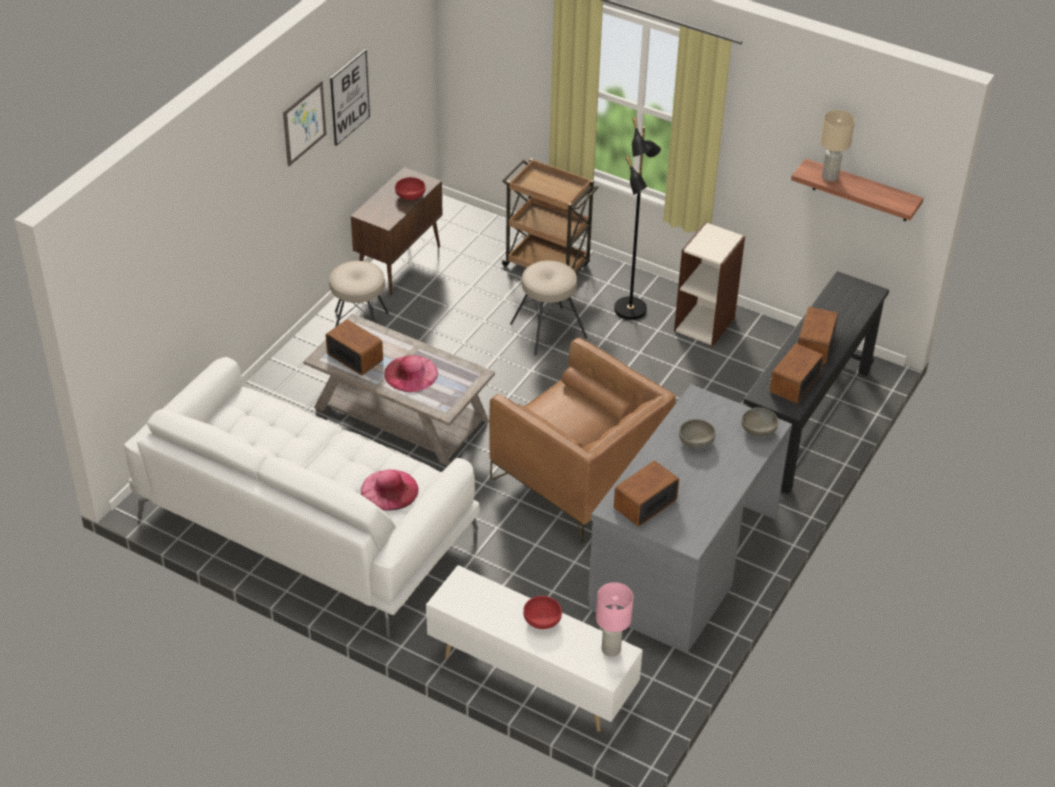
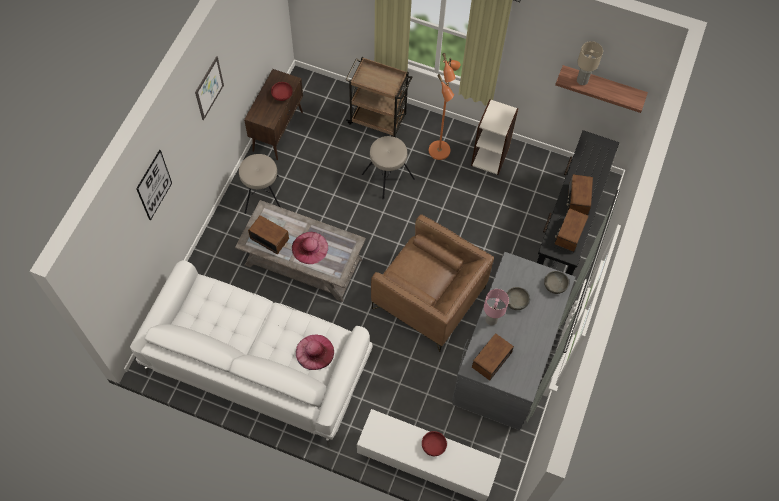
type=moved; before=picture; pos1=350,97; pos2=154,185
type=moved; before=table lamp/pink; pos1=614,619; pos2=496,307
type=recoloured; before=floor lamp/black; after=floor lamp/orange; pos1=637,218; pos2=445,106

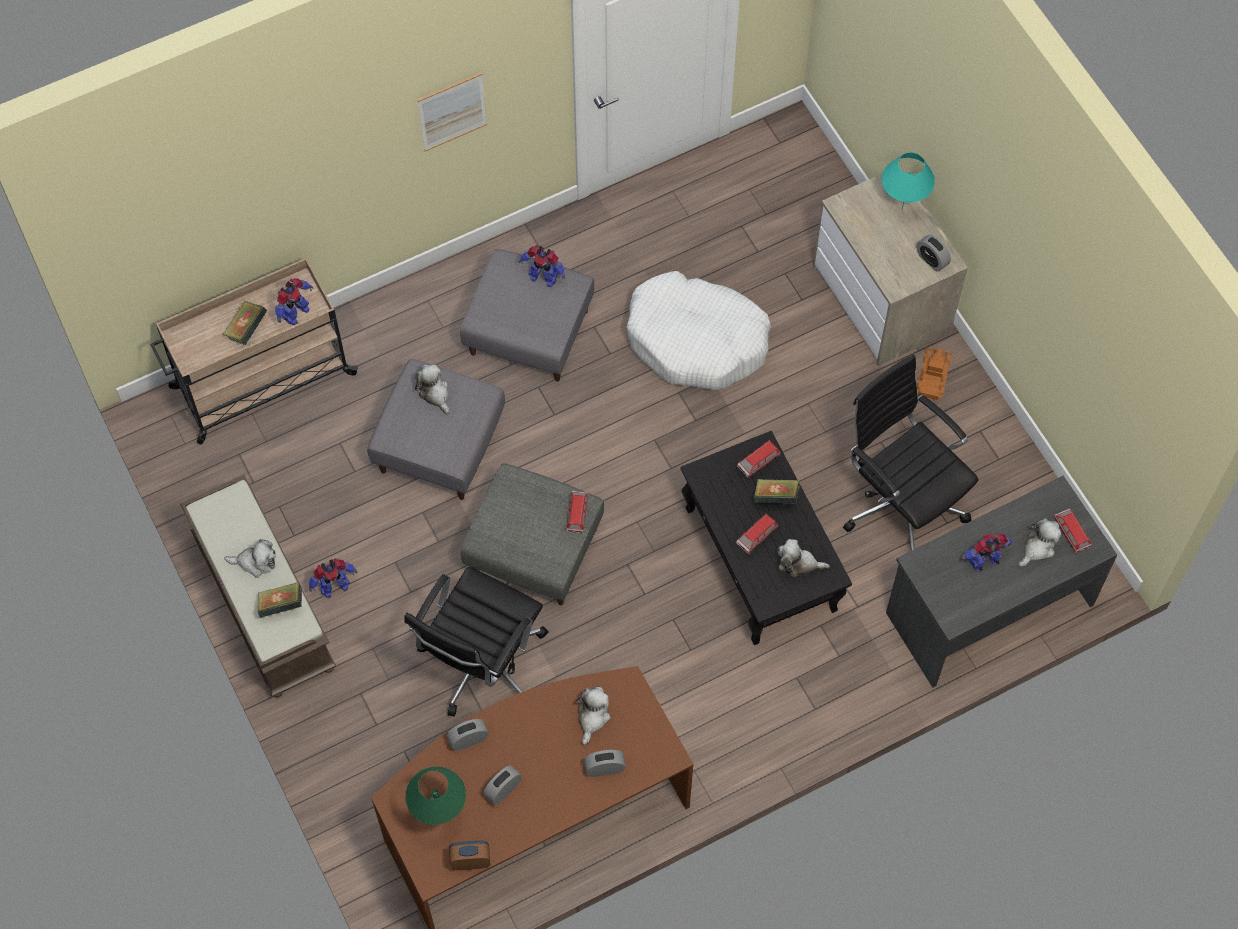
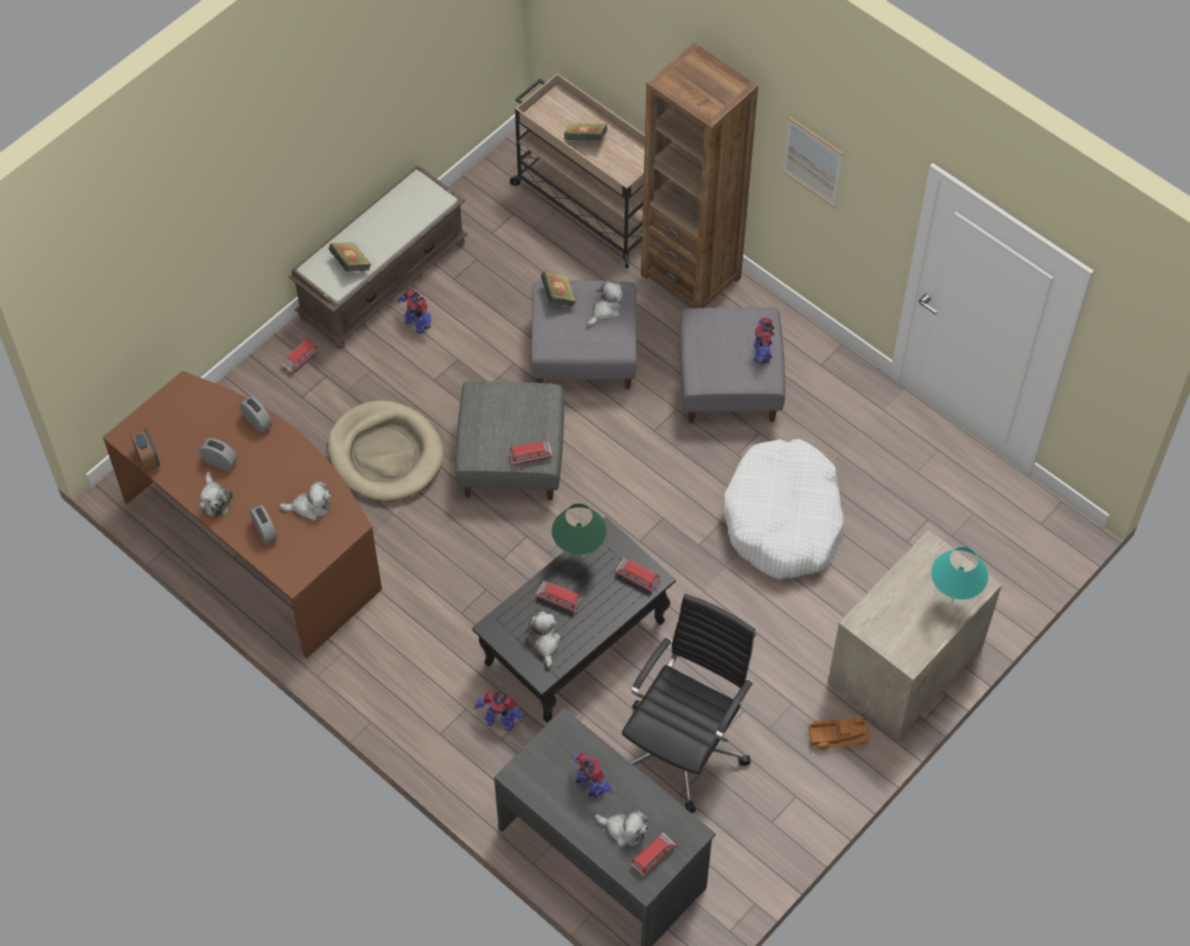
type=moved; before=plush toy; pos1=250,558; pos2=216,494
type=moved; before=toy robot; pos1=294,301; pos2=499,711
type=replaced; before=office chair/black; after=dog bed/beige; pos1=476,641; pos2=386,450
type=moved; before=table lamp/green; pos1=435,795; pos2=579,531
type=moved; before=book; pos1=777,491; pos2=558,289
type=removed; before=alarm clock; pos1=934,253
type=added; after=toy car; pos2=300,357
type=added; after=bookcase/brown; pos2=699,175

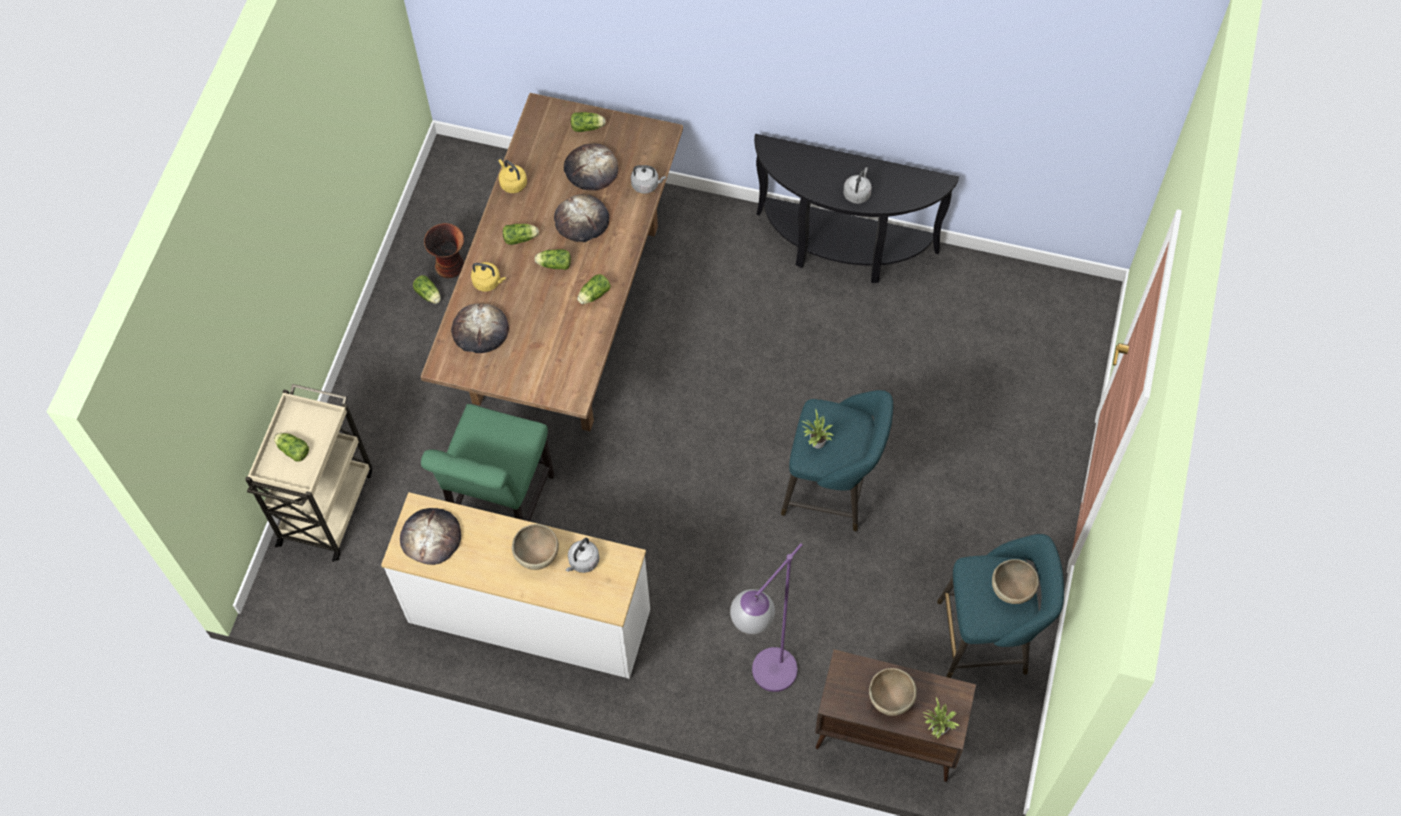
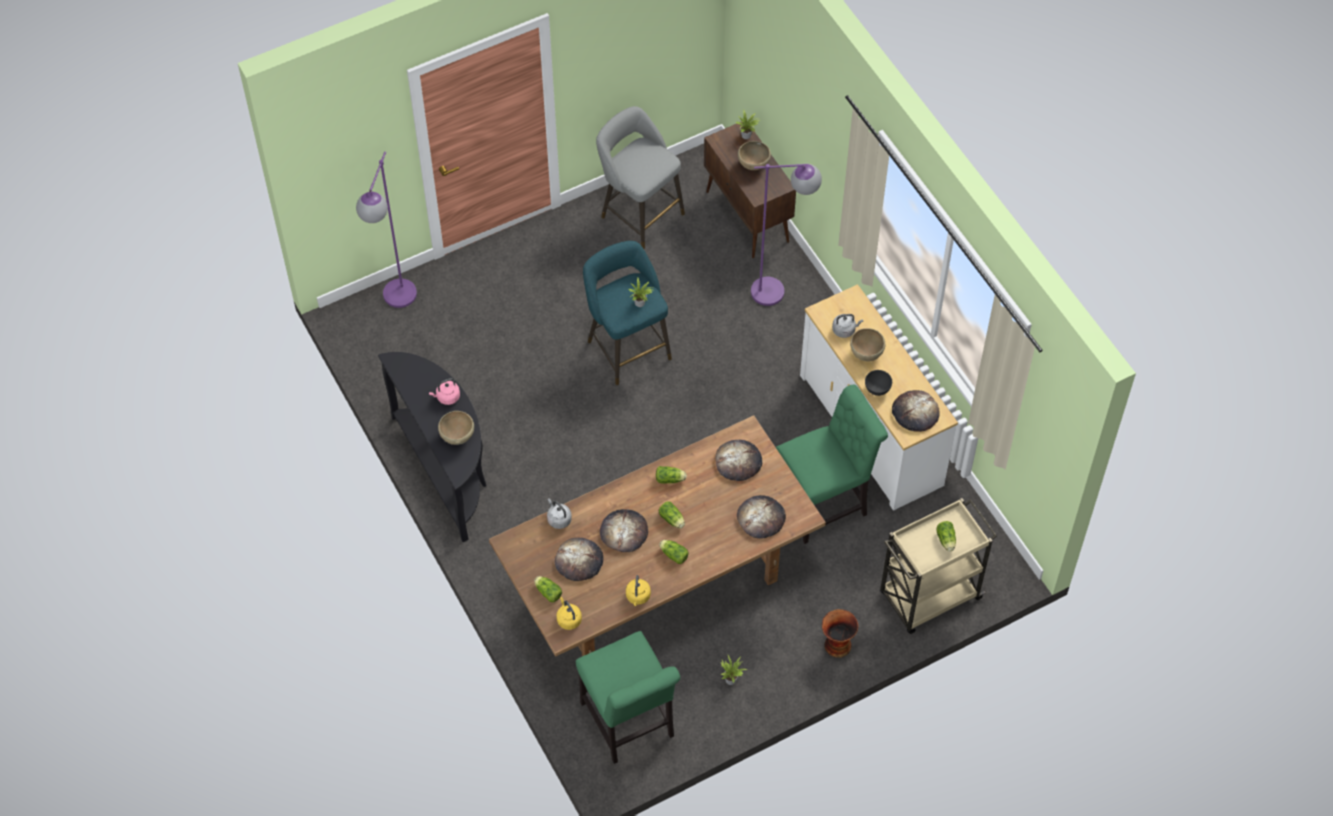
type=replaced; before=lettuce; after=potted plant; pos1=427,289; pos2=734,670
type=moved; before=vase; pos1=444,250; pos2=840,633
type=moved; before=kettle/yellow; pos1=488,277; pos2=569,613
type=recoloured; before=kettle/grey; after=kettle/pink; pos1=857,185; pos2=444,391
type=recoloured; before=stool/turquoise; after=stool/grey; pos1=1000,606; pos2=640,177
type=moved; before=bowl/brown; pos1=1015,581; pos2=456,428
type=added; after=floor lamp/purple; pos2=386,230
type=added; after=chair/green; pos2=628,697
type=added; after=bread; pos2=738,460
type=added; after=bowl/grey; pos2=878,383

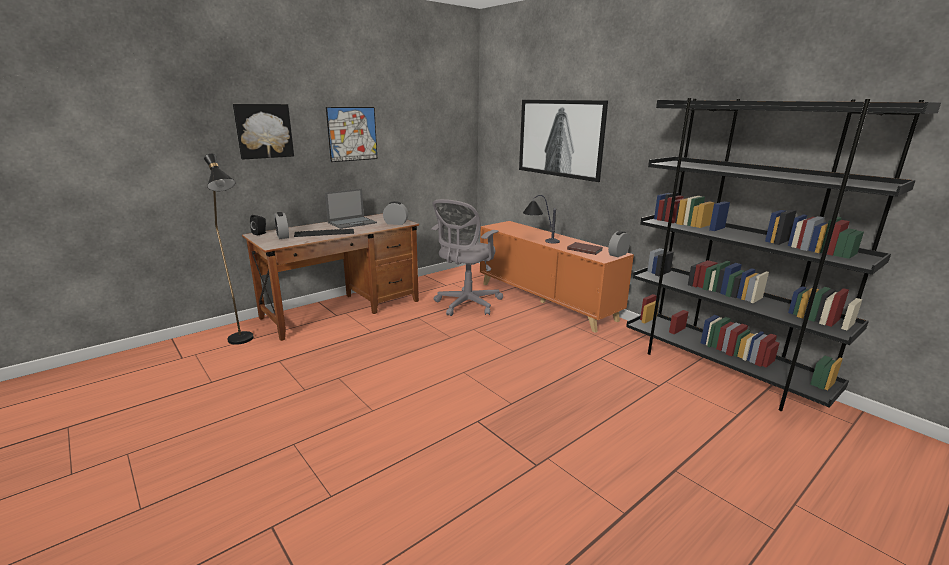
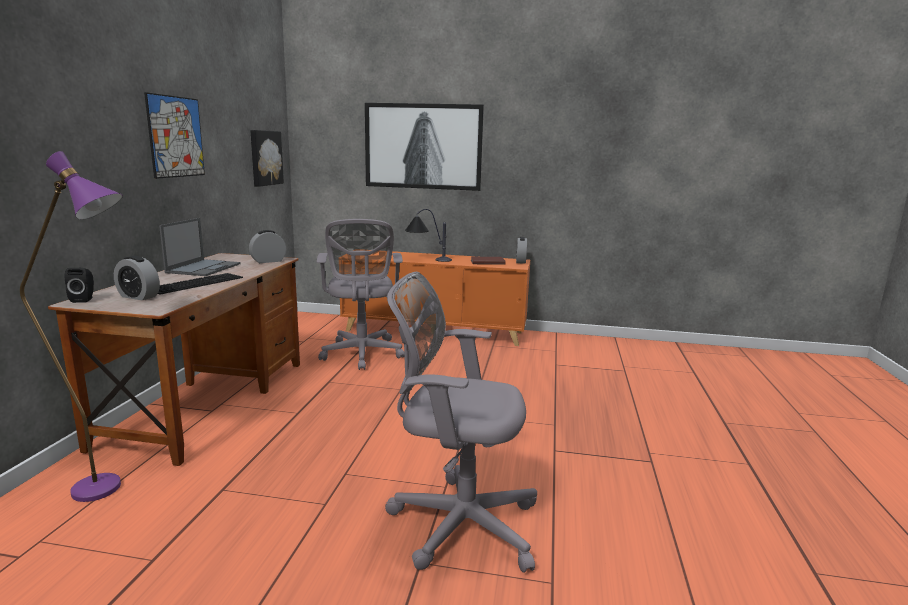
type=recoloured; before=floor lamp/black; after=floor lamp/purple; pos1=229,249; pos2=71,326
type=moved; before=picture; pos1=263,131; pos2=267,158
type=removed; before=bookcase/black; pos1=783,254
type=added; after=office chair/grey; pos2=461,422

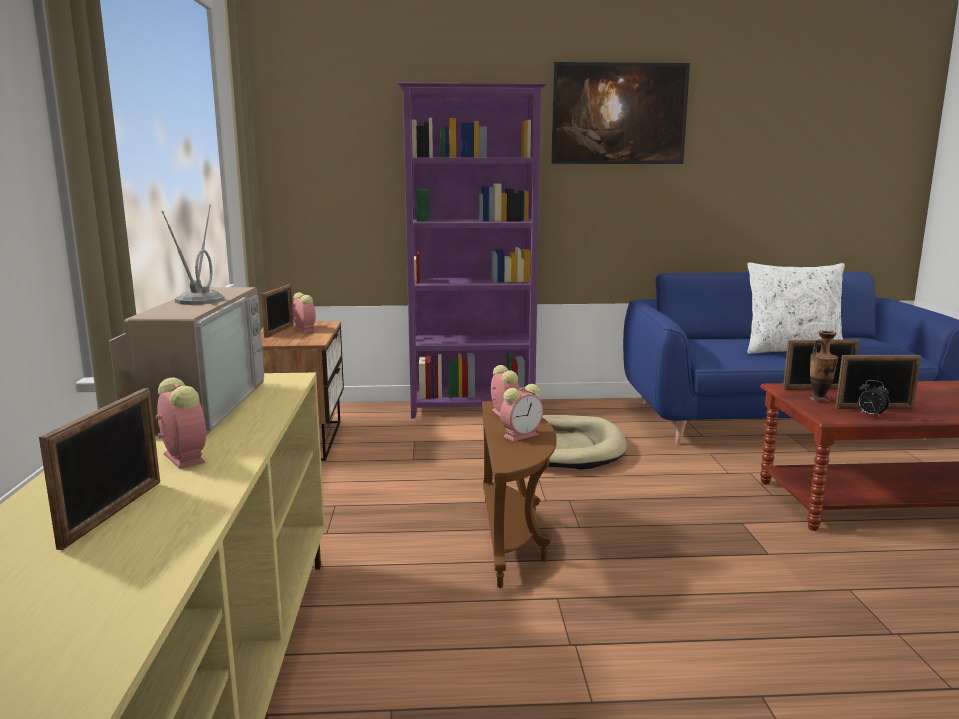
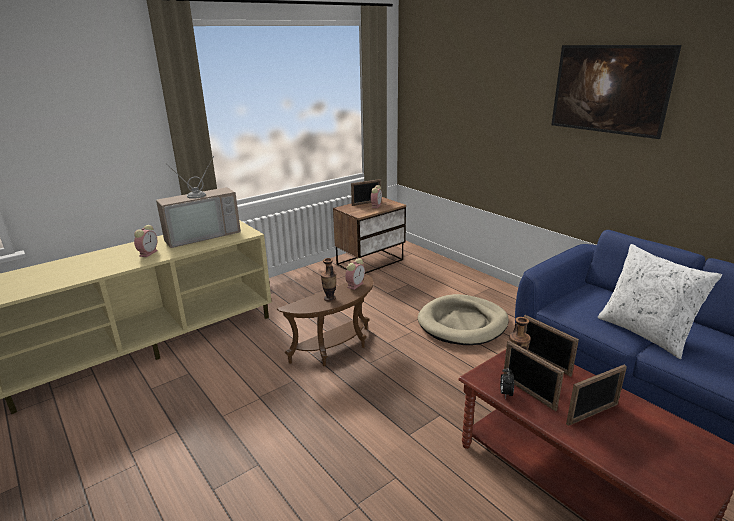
type=moved; before=picture frame; pos1=99,469; pos2=596,395
type=removed; before=bookcase/purple; pos1=472,251
type=replaced; before=alarm clock; after=vase; pos1=521,413; pos2=328,280

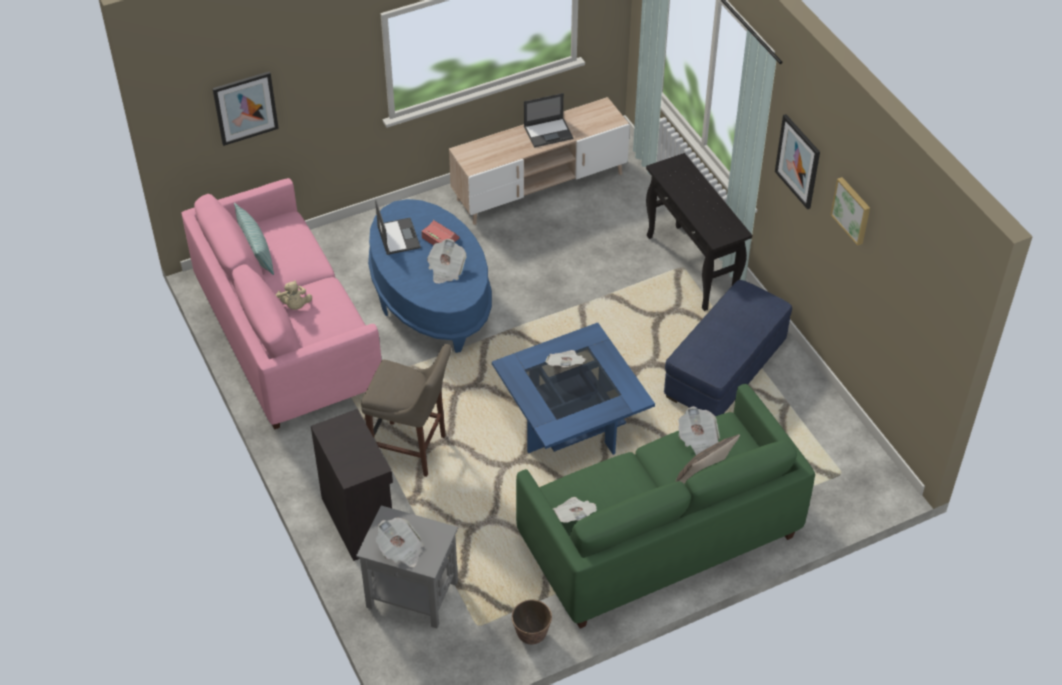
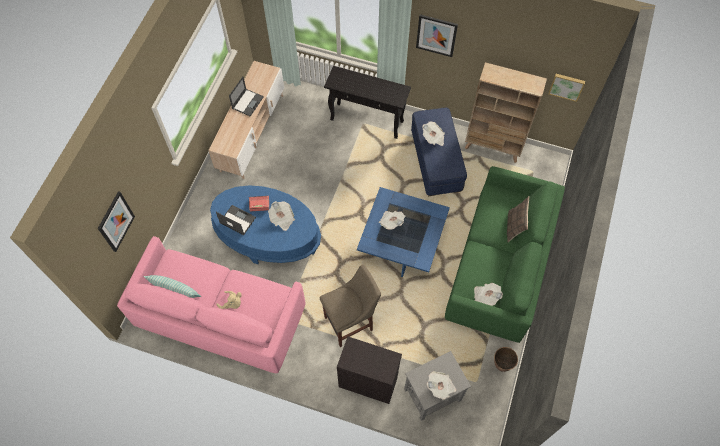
type=moved; before=newspaper; pos1=699,430; pos2=433,134
type=moved; before=picture; pos1=850,211; pos2=567,88
type=added; after=bookcase/beige; pos2=506,112

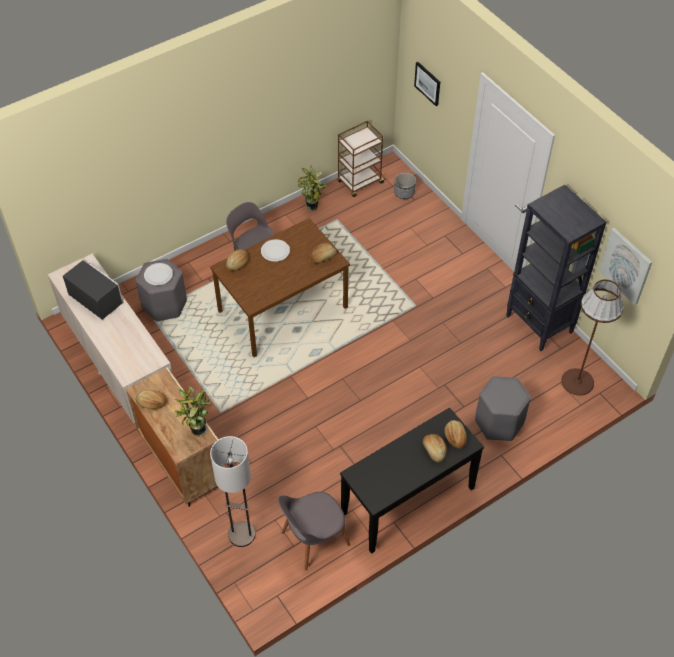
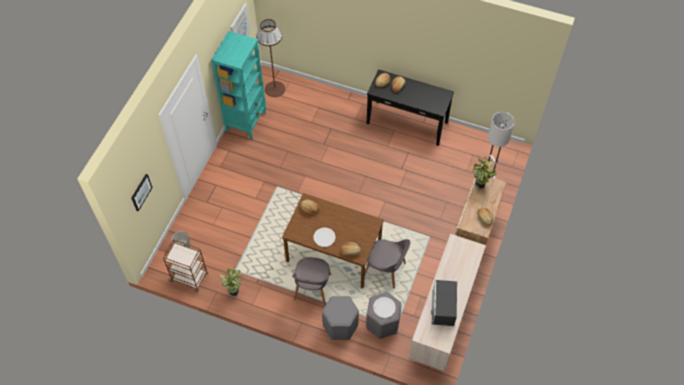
type=moved; before=chair/grey; pos1=314,531; pos2=387,263
type=moved; before=stool/grey; pos1=503,408; pos2=340,318
type=recoloured; before=bookcase/black; after=bookcase/turquoise; pos1=556,268; pos2=238,85

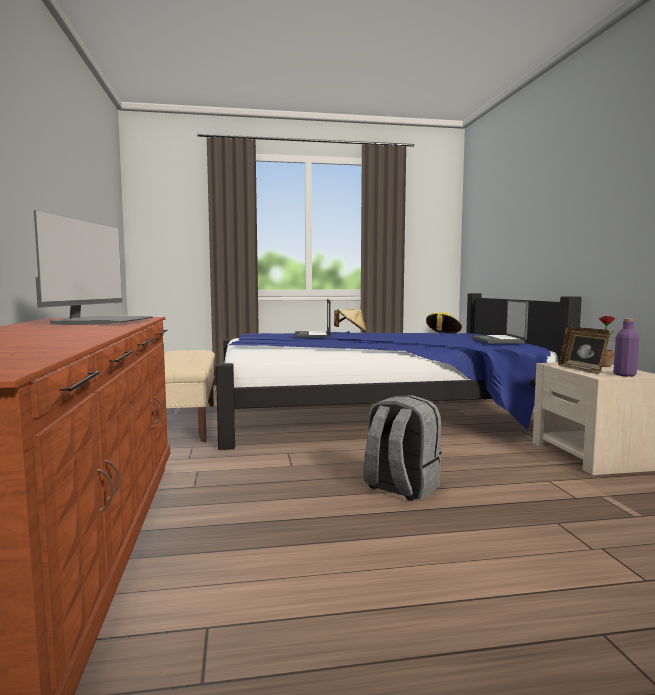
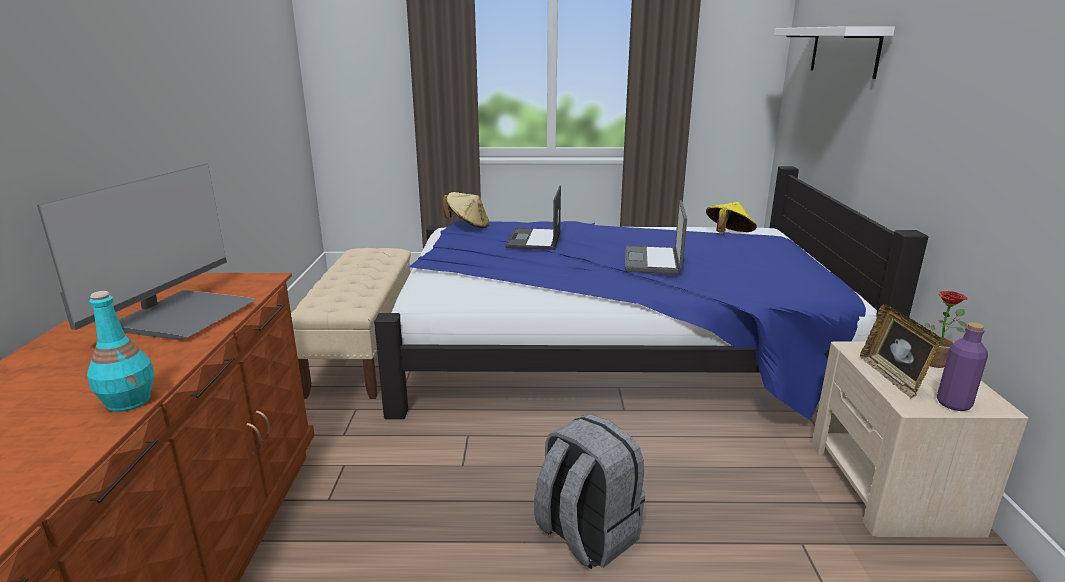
type=moved; before=hat/beige; pos1=350,320; pos2=466,210
type=moved; before=laptop; pos1=500,322; pos2=656,237
type=added; after=bottle/turquoise; pos2=120,351
type=added; after=shelf/white; pos2=834,52

